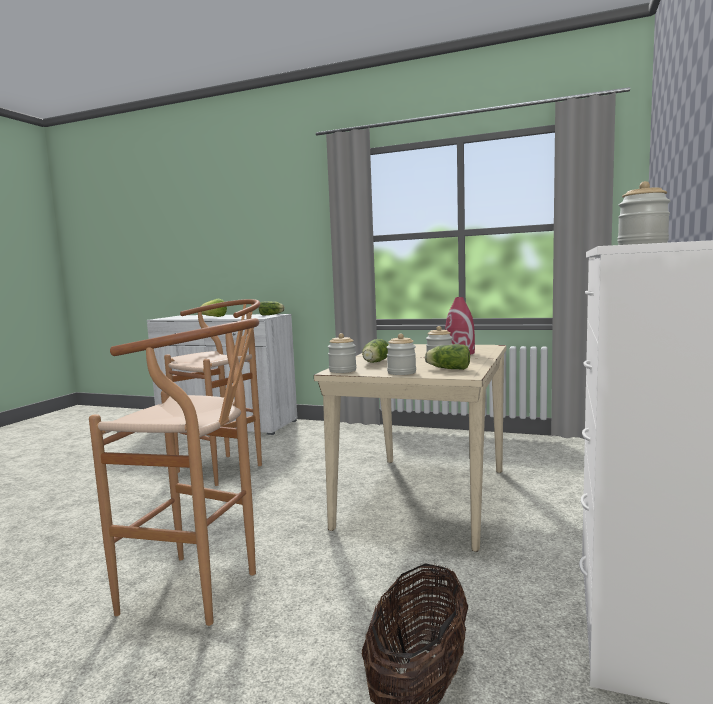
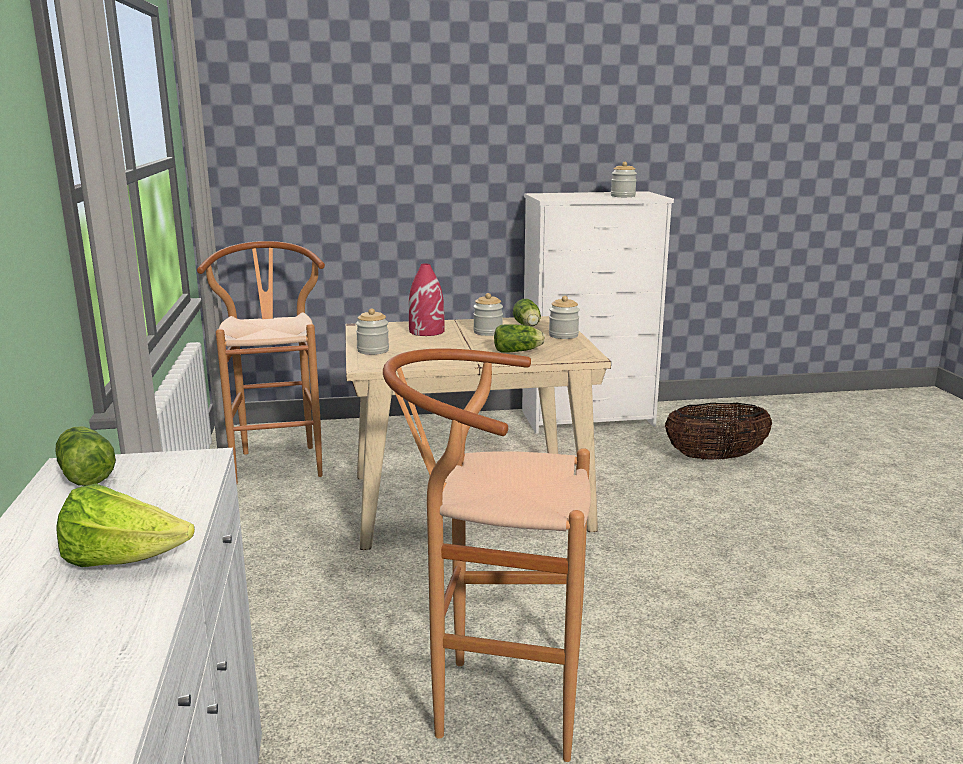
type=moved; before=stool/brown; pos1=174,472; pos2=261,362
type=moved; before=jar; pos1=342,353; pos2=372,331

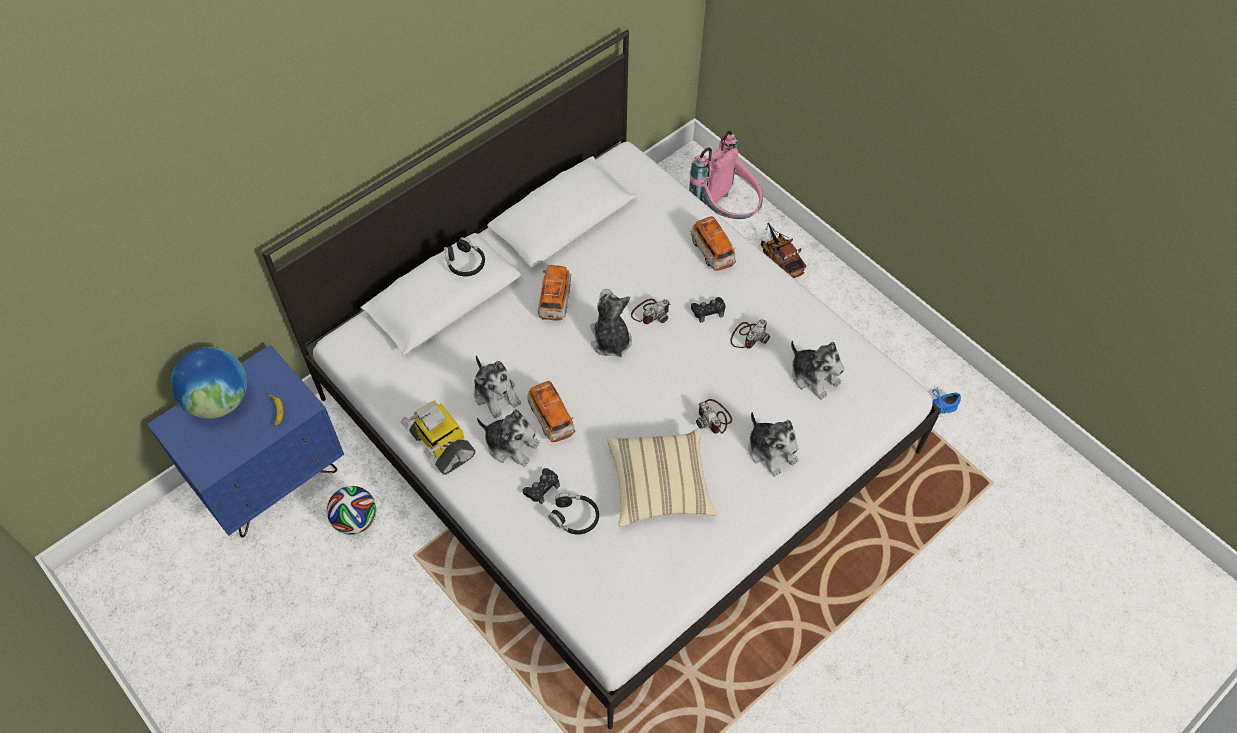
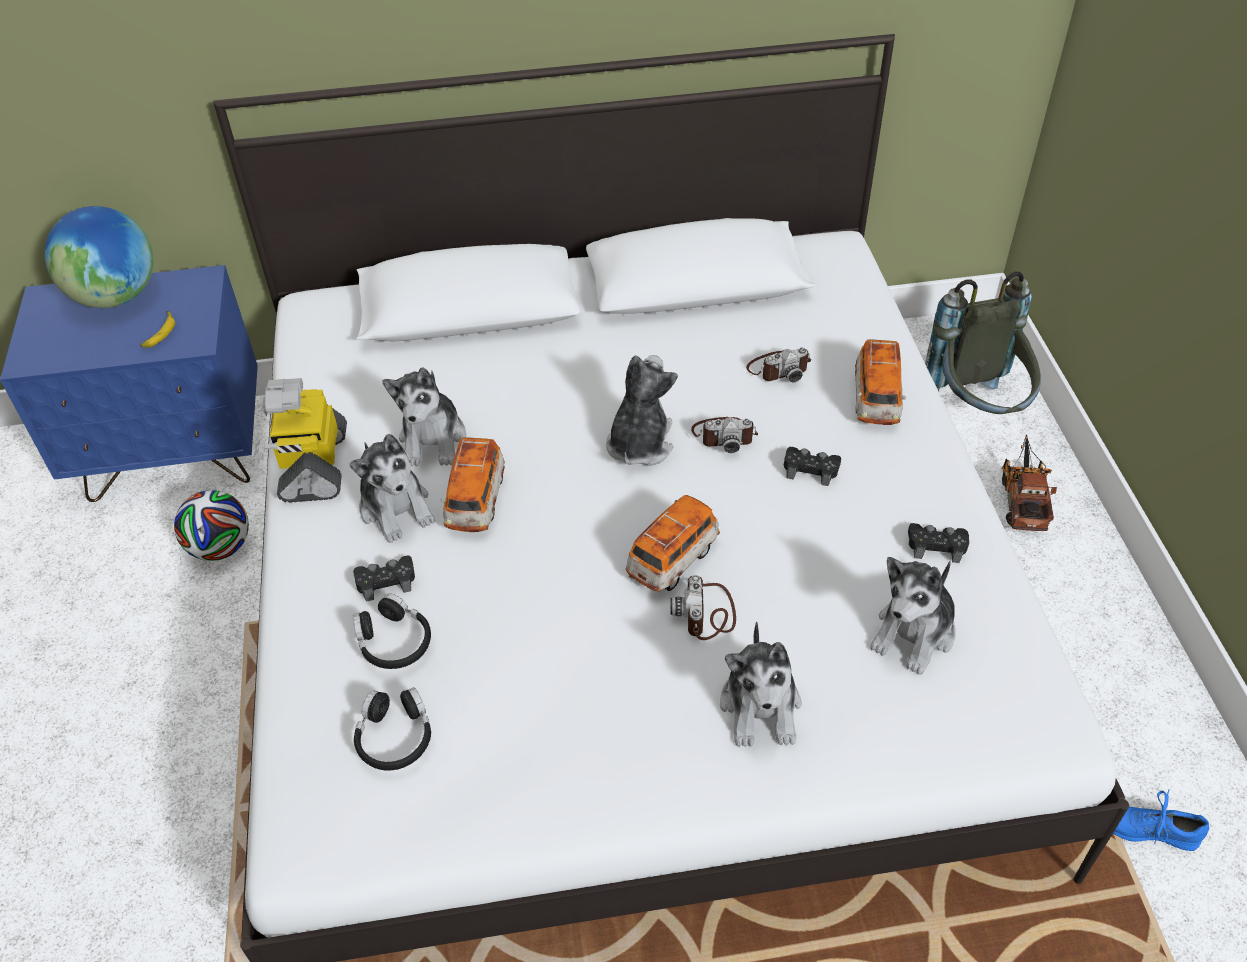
type=moved; before=headphones/black; pos1=464,256; pos2=392,729
type=moved; before=toy car; pos1=554,293; pos2=673,543
type=removed; before=pillow/beige; pos1=662,477
type=recoloured; before=backpack/pink; after=backpack/grey; pos1=726,174; pos2=983,342
type=moved; before=photo camera; pos1=750,334; pos2=778,364
type=turned; before=plush toy; pos1=817,370; pos2=913,616; turn=45
type=added; after=game controller/black; pos2=938,543

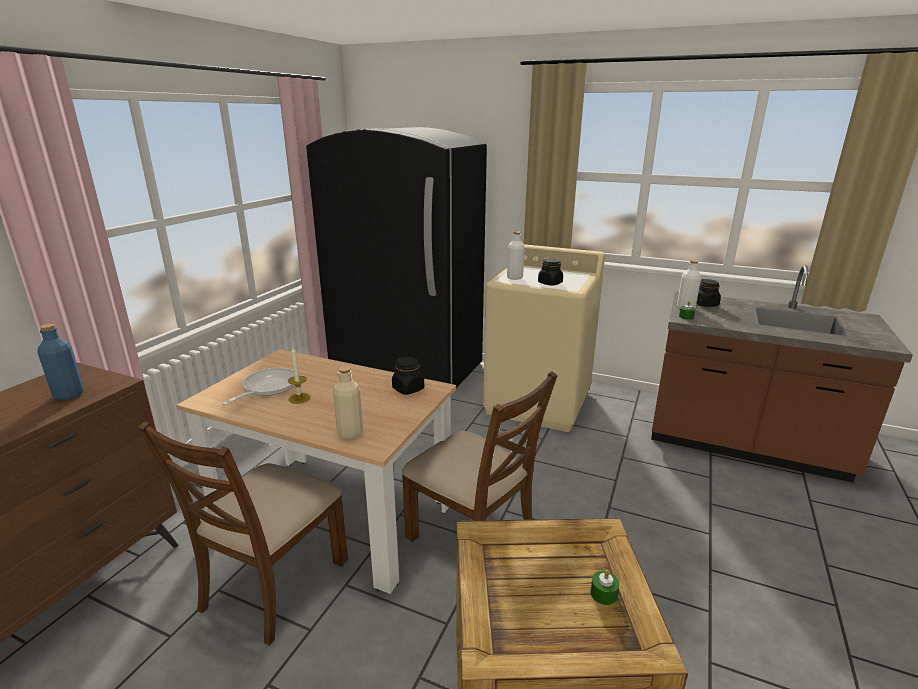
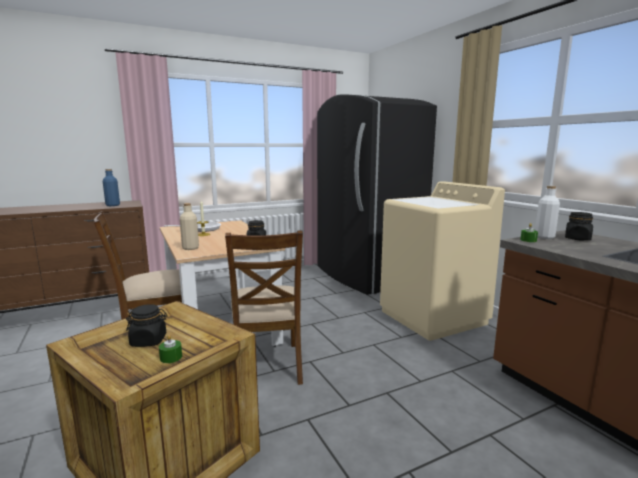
type=removed; before=bottle/white; pos1=516,255
type=moved; before=jar/black; pos1=550,272; pos2=146,325

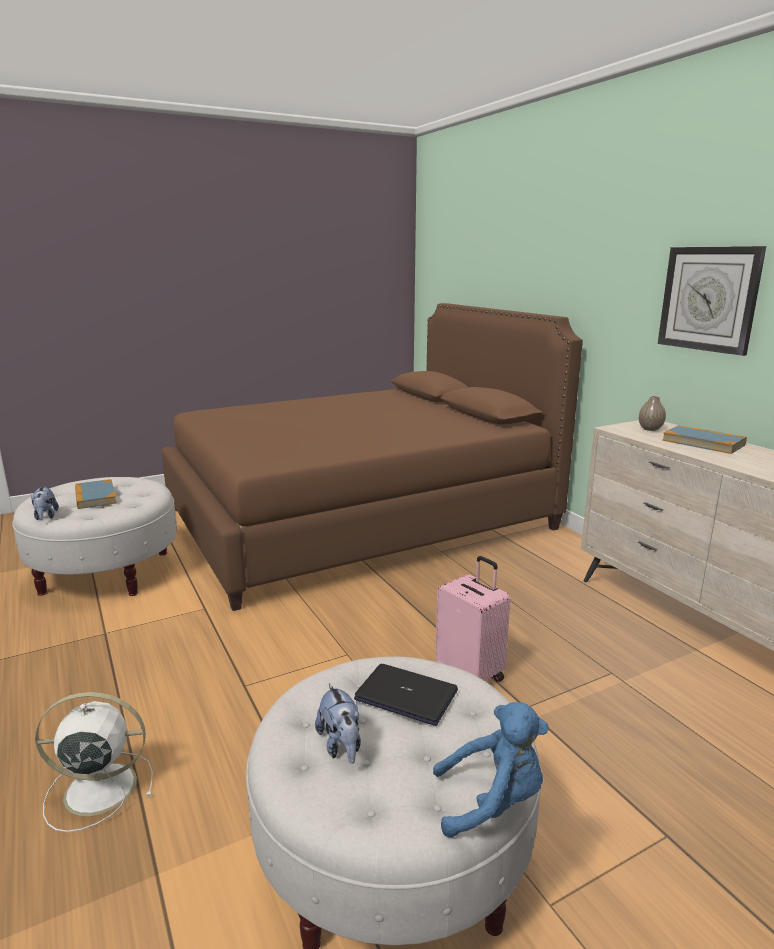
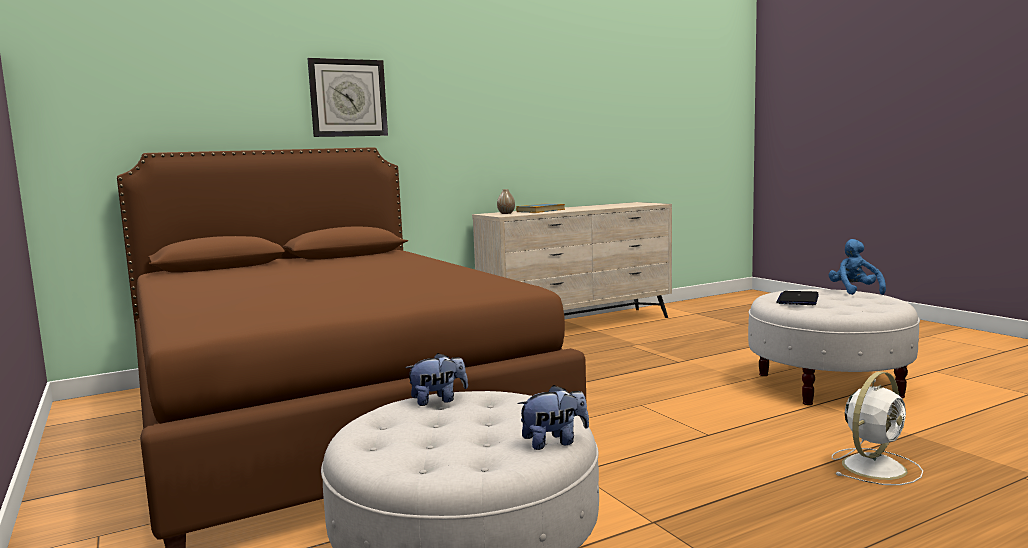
type=turned; before=fan/white; pos1=94,762; pos2=877,428; turn=-120
type=removed; before=book; pos1=96,494
type=moved; before=plush toy; pos1=338,723; pos2=436,379
type=removed; before=suitcase/pink; pos1=472,619
type=moved; before=wall clock; pos1=712,301; pos2=347,97

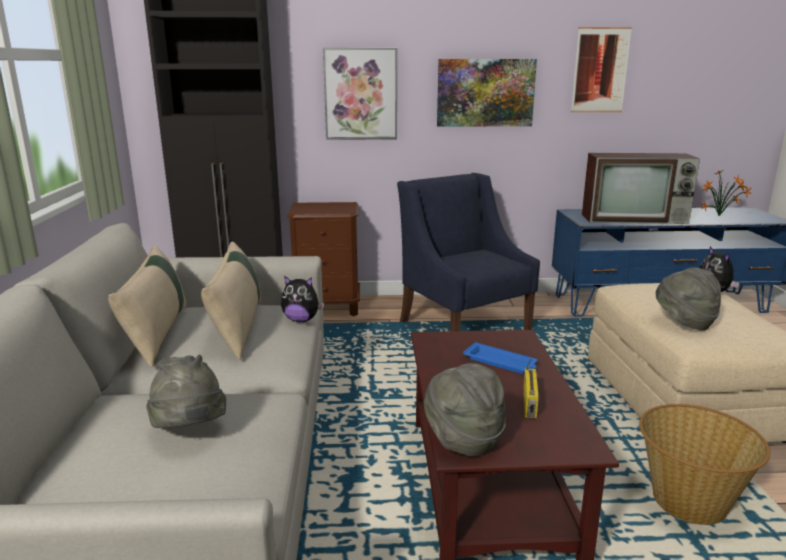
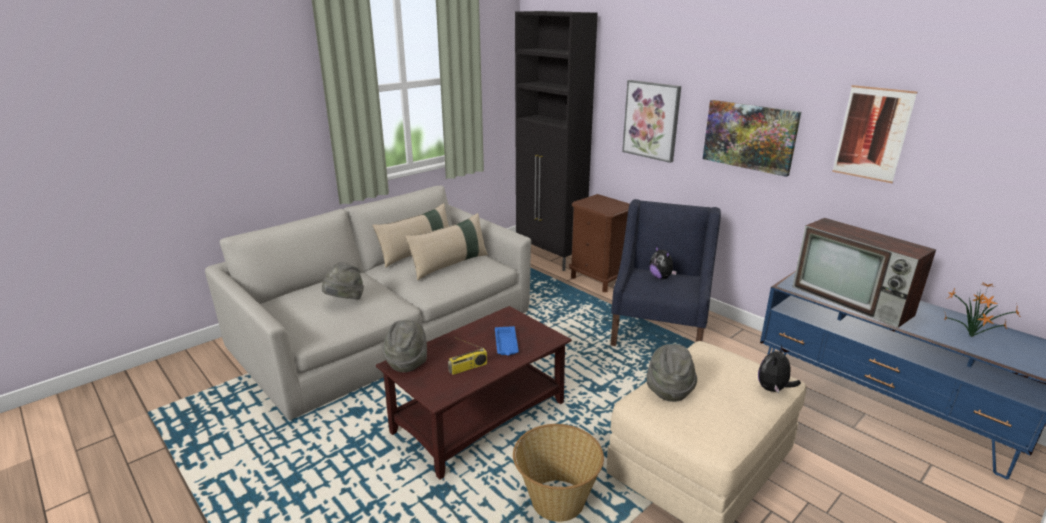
type=moved; before=plush toy; pos1=302,299; pos2=663,262

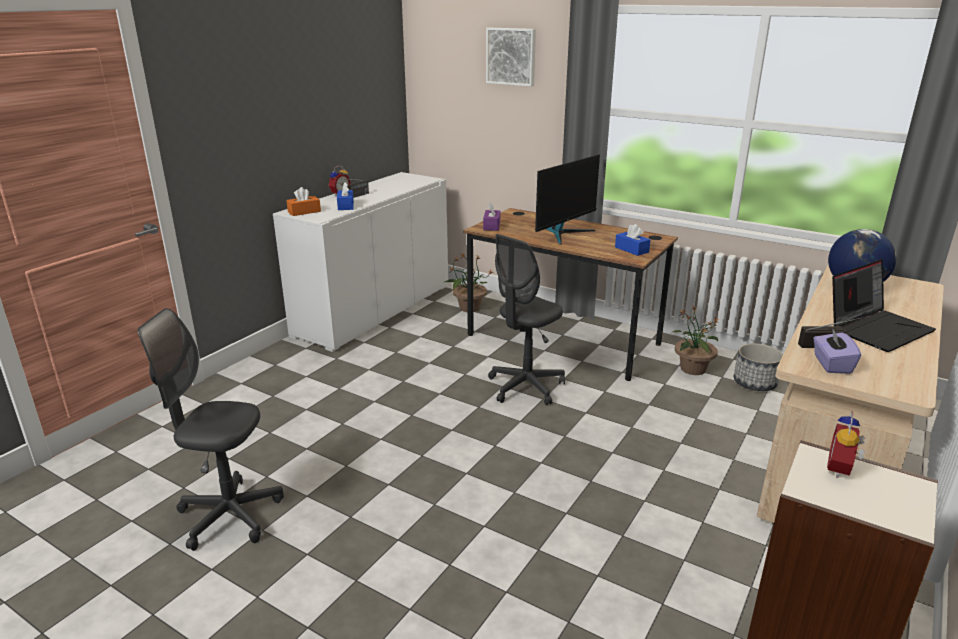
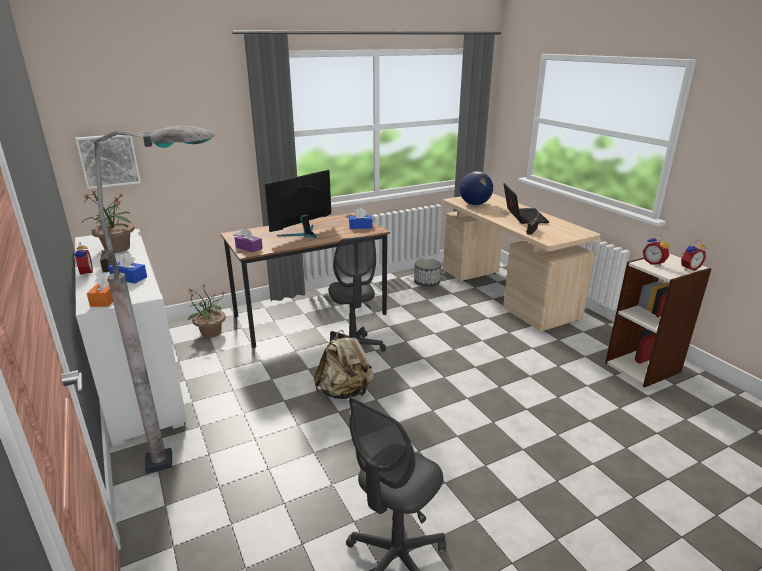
type=moved; before=picture; pos1=511,57; pos2=108,162
type=turned; before=monitor; pos1=567,199; pos2=298,204; turn=-120
type=moved; before=potted plant; pos1=694,340; pos2=108,222
type=removed; before=tissue box/purple; pos1=837,351
type=added; after=floor lamp/grey; pos2=154,299
type=added; after=backpack/beige; pos2=344,364
type=added; after=alarm clock; pos2=693,255

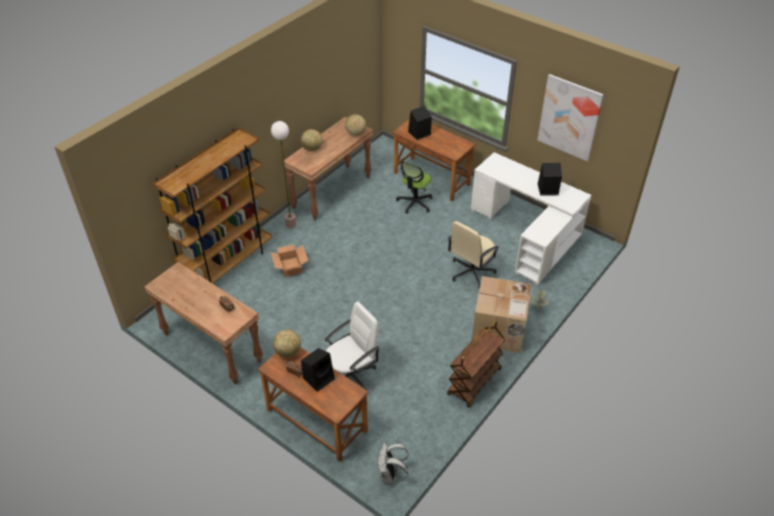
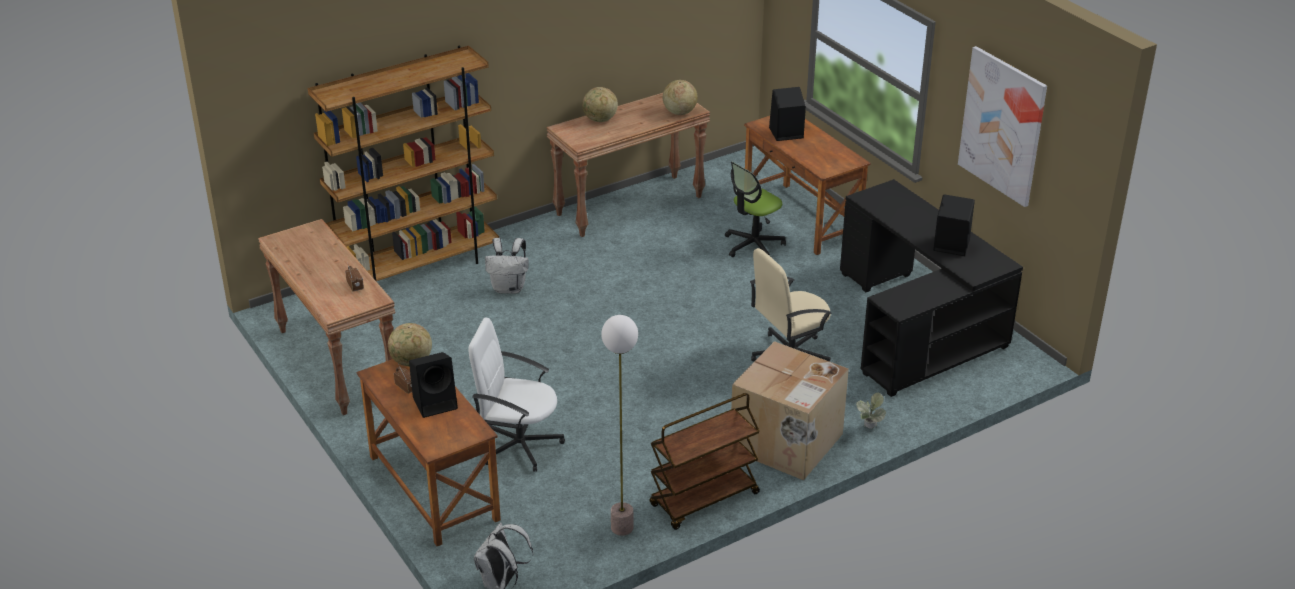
type=replaced; before=cardboard box; after=backpack/white; pos1=289,261; pos2=507,266
type=moved; before=floor lamp; pos1=283,175; pos2=619,425
type=turned; before=office chair/white; pos1=352,346; pos2=516,395; turn=-150
type=recoloured; before=desk/white; after=desk/black; pos1=531,218; pos2=931,288

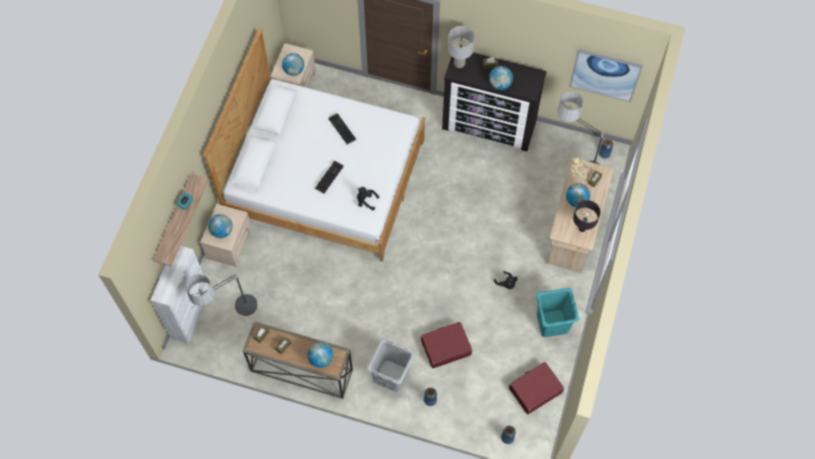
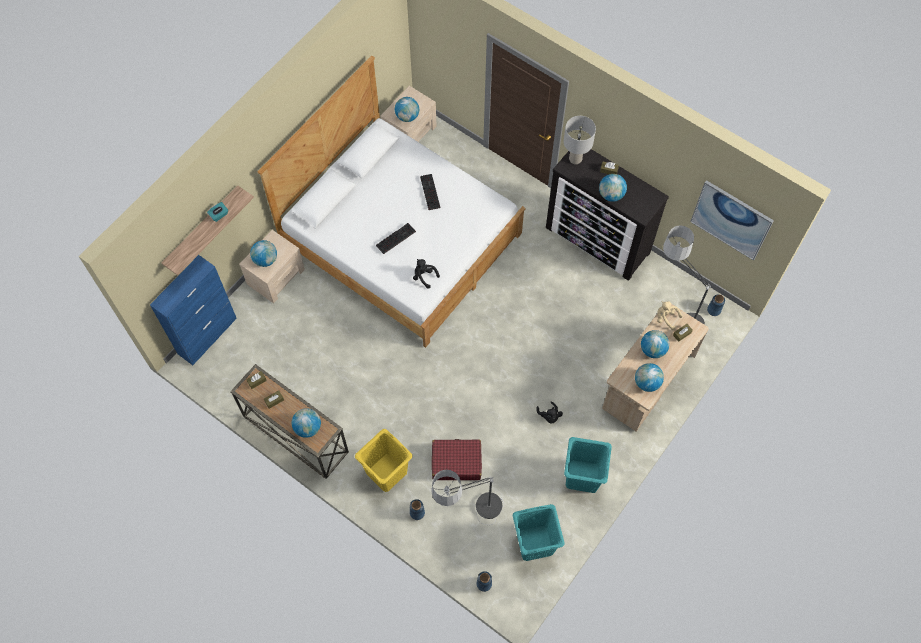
type=recoloured; before=cabinet/white; after=cabinet/blue; pos1=179,294; pos2=193,310
type=moved; before=floor lamp; pos1=222,297; pos2=467,497
type=recoloured; before=laundry basket/grey; after=laundry basket/yellow; pos1=391,365; pos2=384,460
type=replaced; before=suitcase/red; after=laundry basket/turquoise; pos1=536,388; pos2=539,532
type=replaced; before=table lamp/black; after=globe; pos1=587,216; pos2=649,377

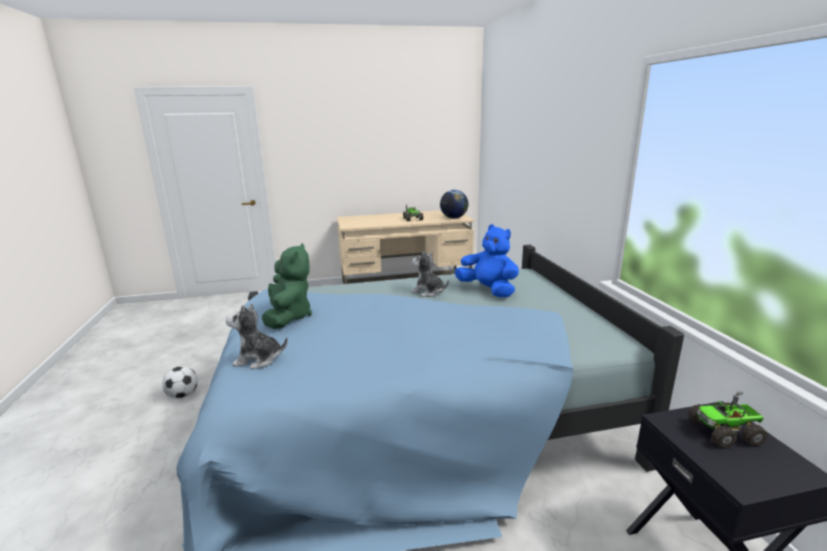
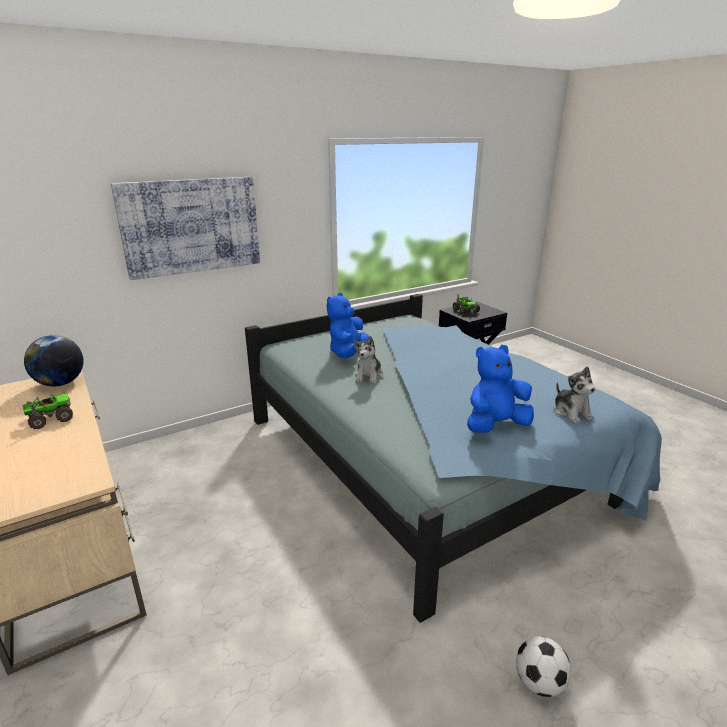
type=recoloured; before=plush toy/green; after=plush toy/blue; pos1=287,286; pos2=500,389
type=added; after=picture; pos2=185,228

